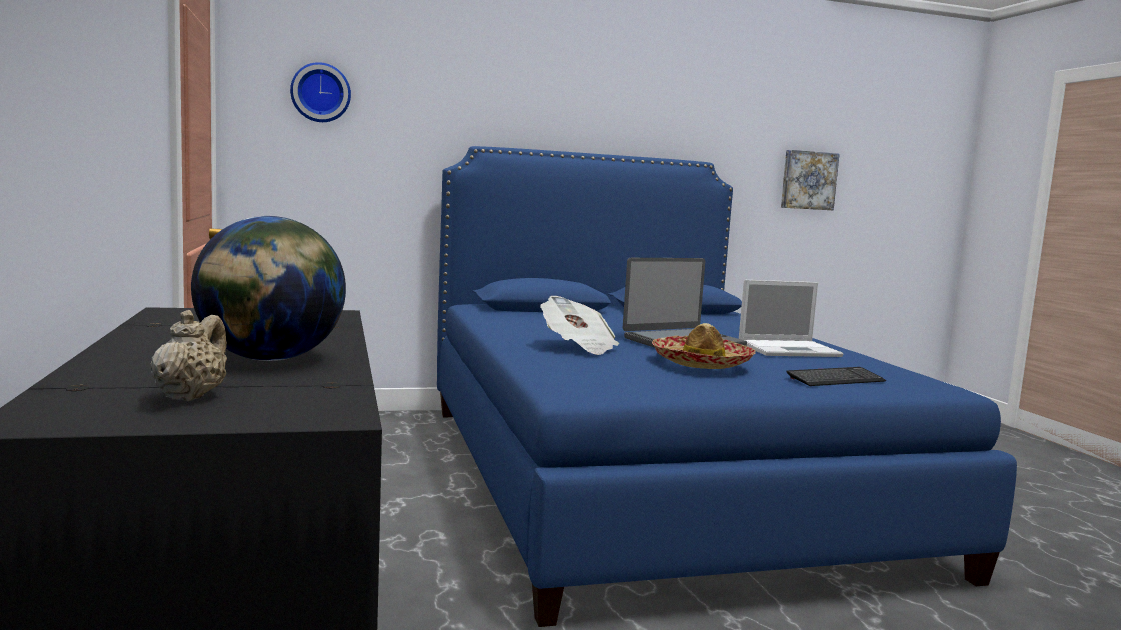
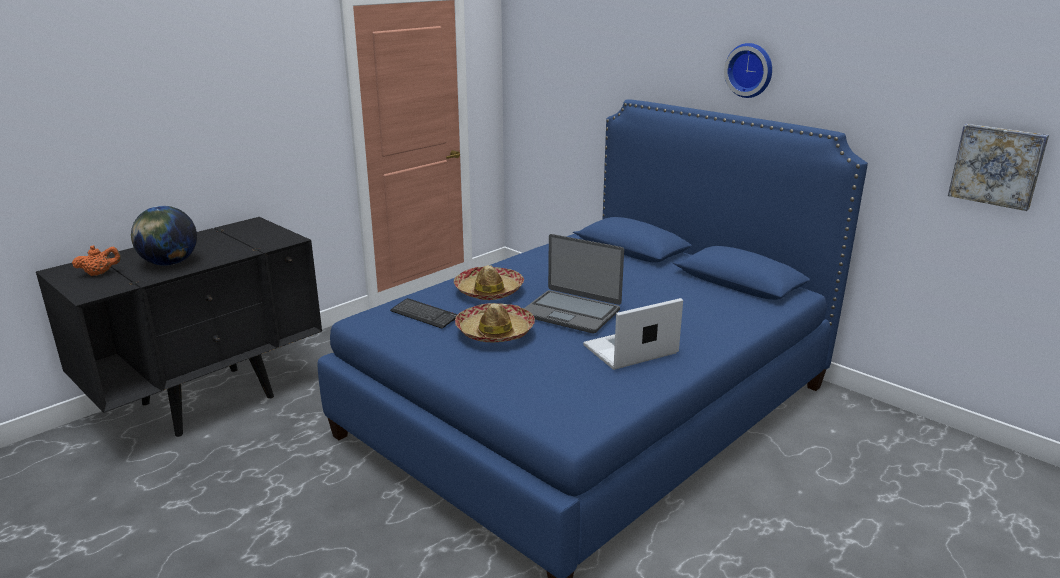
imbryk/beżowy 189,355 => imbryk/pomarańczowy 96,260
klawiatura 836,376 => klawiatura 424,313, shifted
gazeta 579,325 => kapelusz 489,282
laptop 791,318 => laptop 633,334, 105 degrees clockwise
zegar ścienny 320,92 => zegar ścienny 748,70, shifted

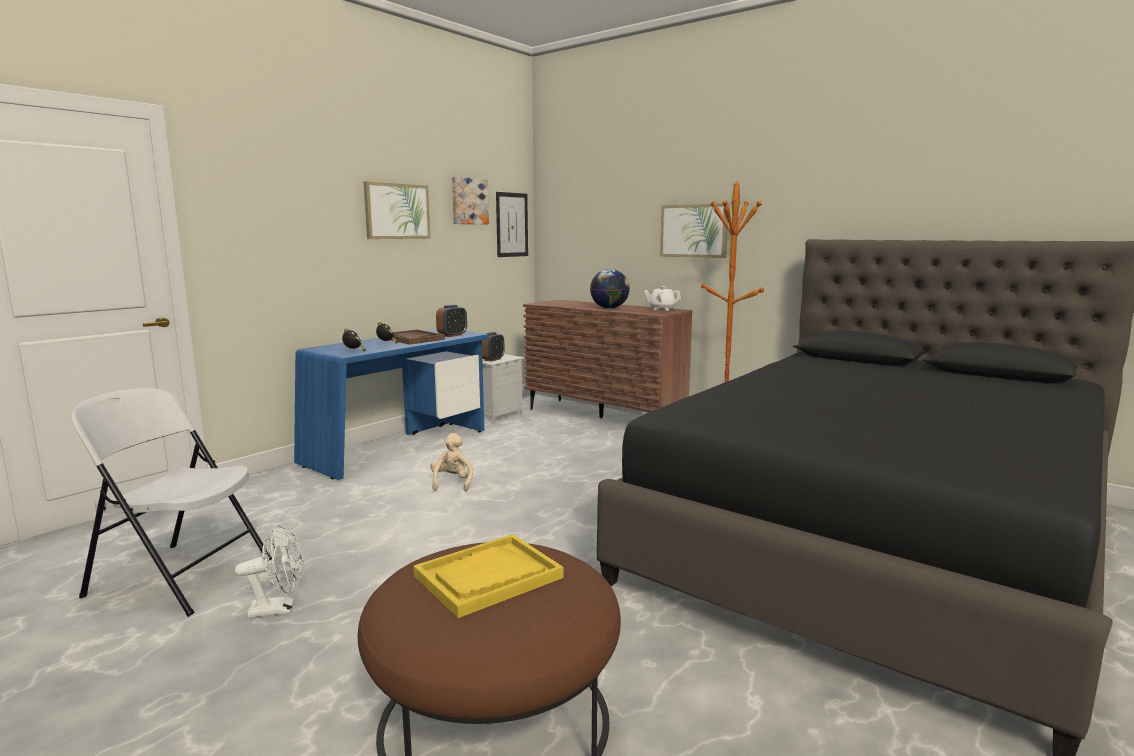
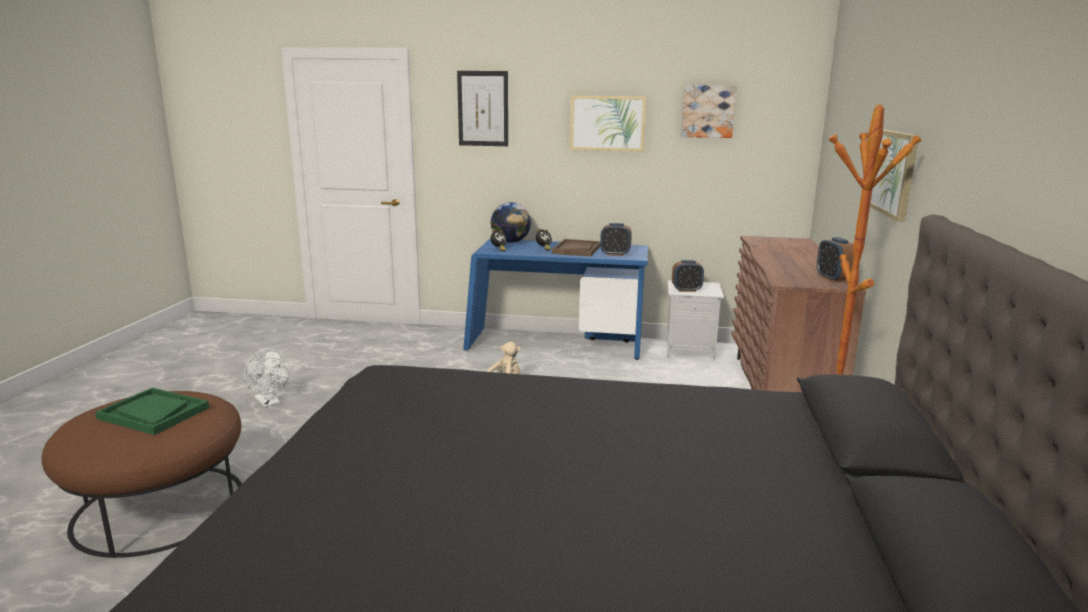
taca/żółty 488,576 => taca/zielony 152,411
obraz 512,224 => obraz 482,108, shifted
globus 610,289 => globus 511,222, shifted
imbryk/biały 662,298 => budzik 835,259
krzesło/biały 171,502 => nothing

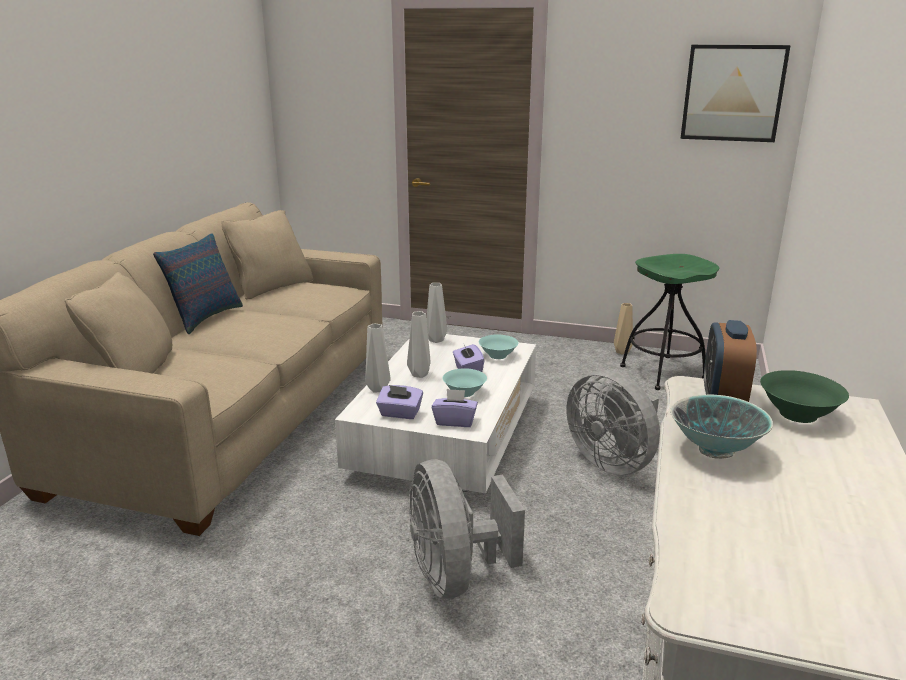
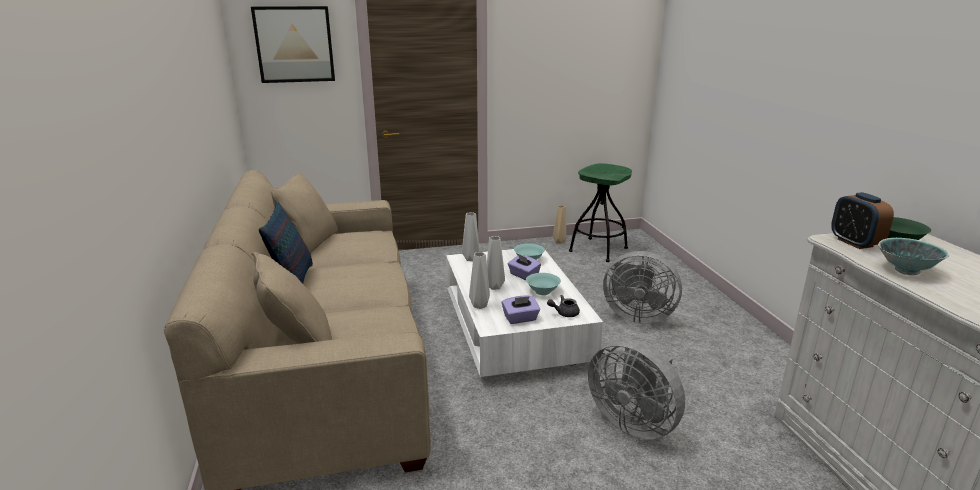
obraz 735,93 => obraz 293,44, shifted
pudełko chusteczek/fioletowy 455,408 => imbryk/szary 563,306

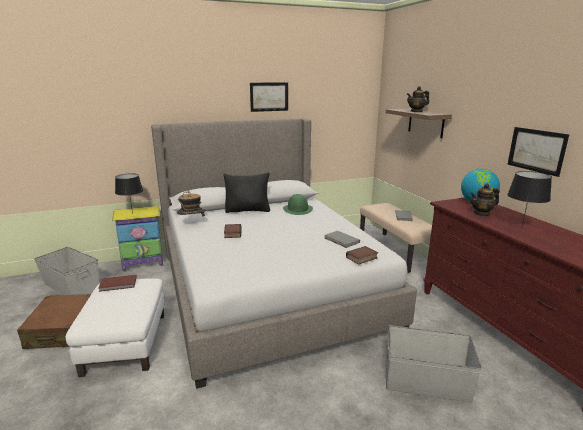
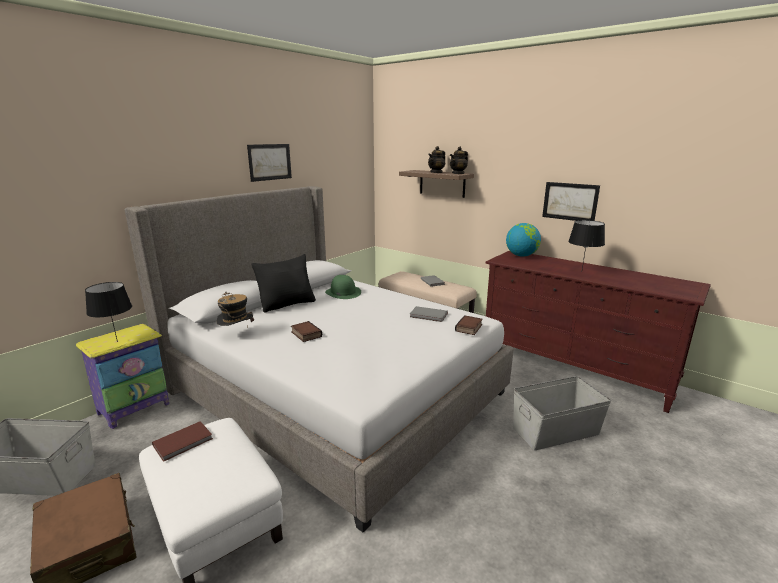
imbryk 485,200 => imbryk 459,160, shifted

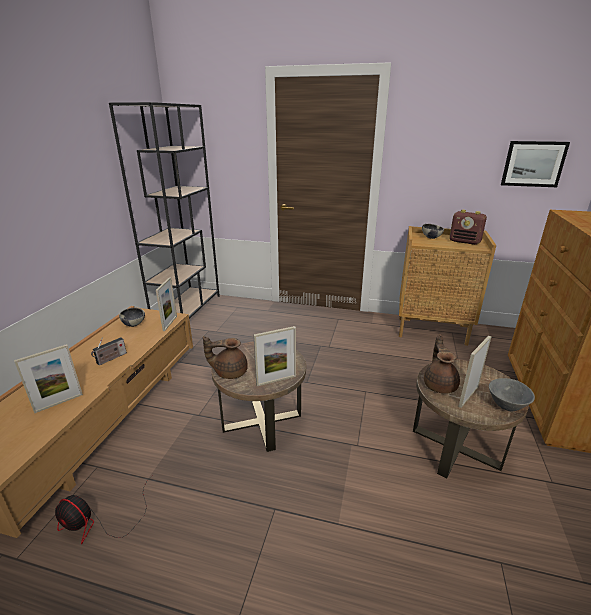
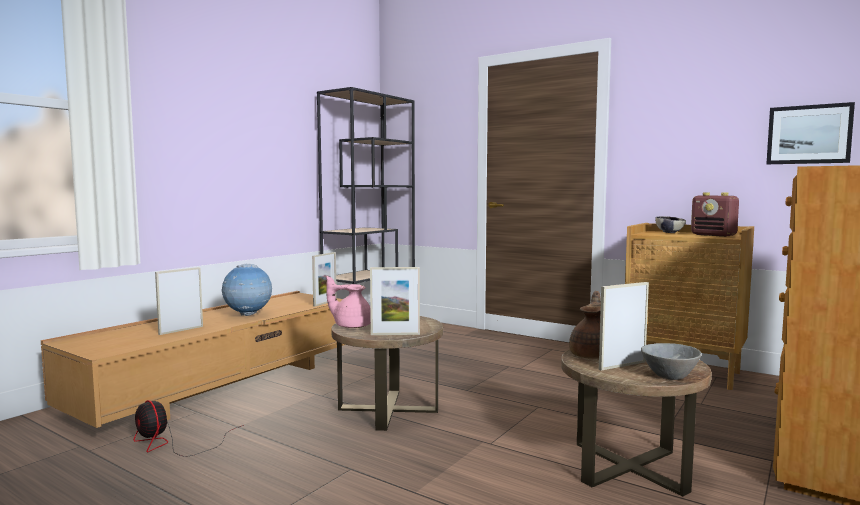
ramka na zdjęcie 48,378 => ramka na zdjęcie 179,301, 150 degrees clockwise
radio 109,351 => globus 246,290
imbryk/brązowy 225,357 => imbryk/różowy 348,302
miska 132,317 => nothing

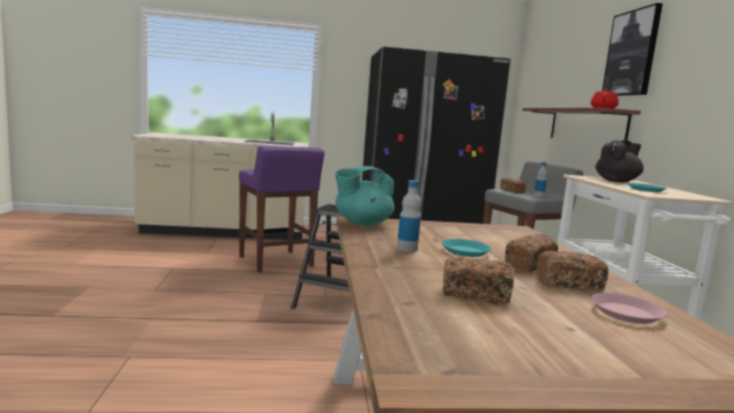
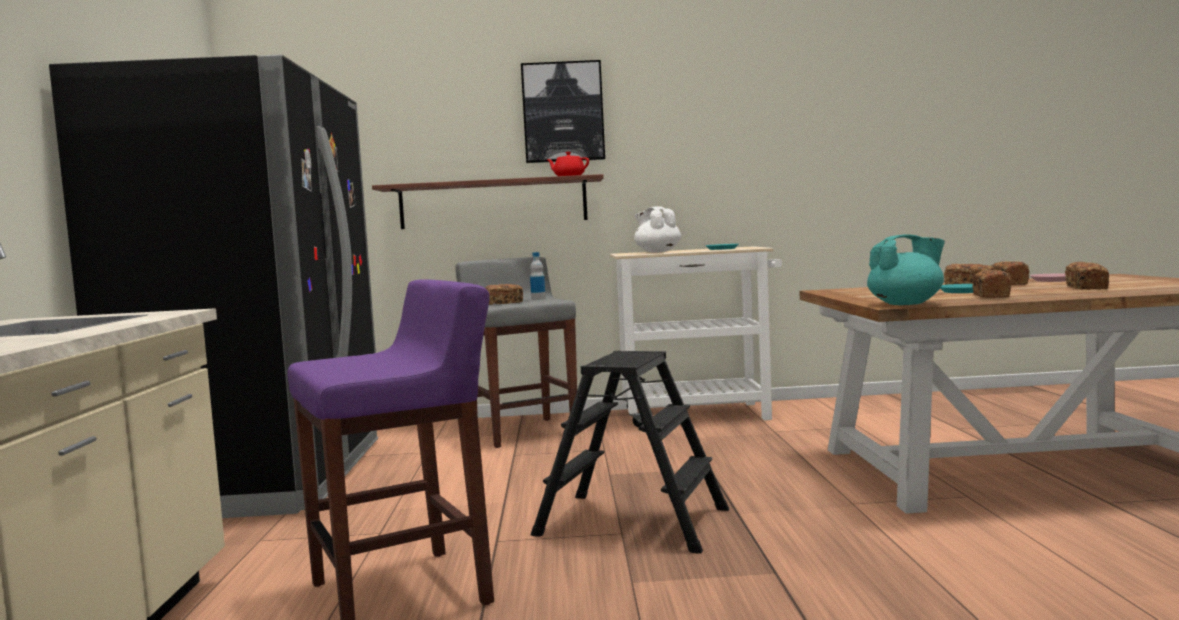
imbryk/czarny 619,161 => imbryk/biały 657,229
imbryk/turkusowy 365,196 => imbryk/turkusowy 906,270, 75 degrees counterclockwise
butelka 409,216 => chleb 991,284

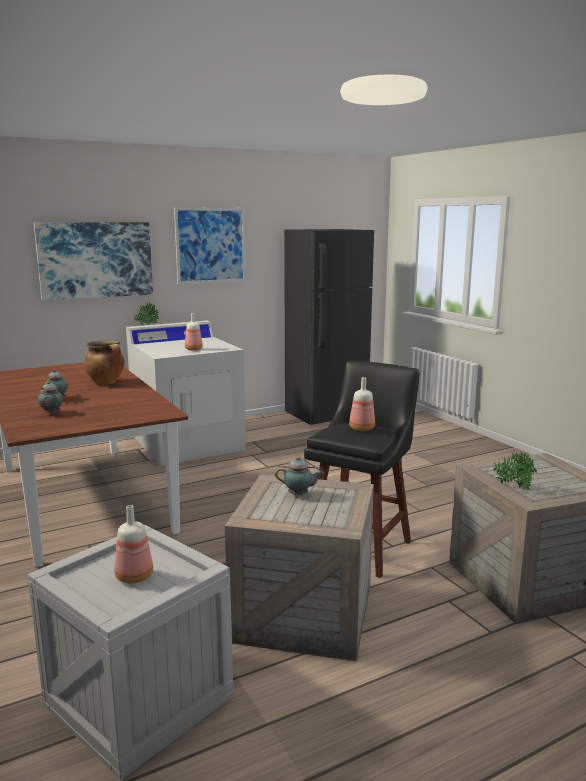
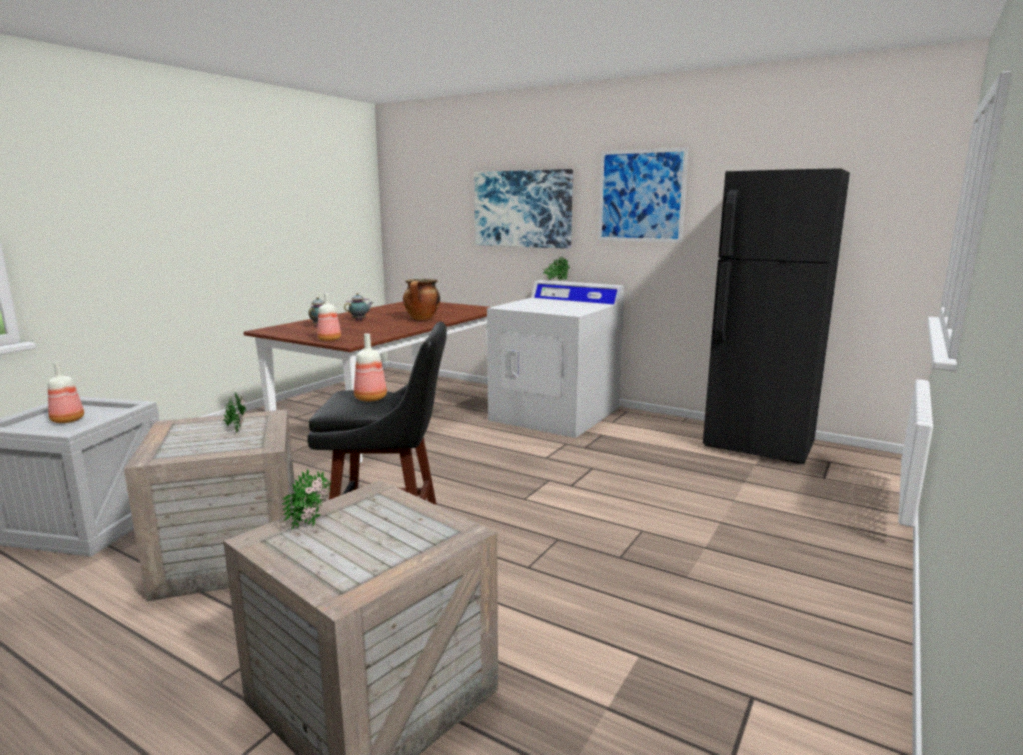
imbryk 299,475 => roślina doniczkowa 234,412
butelka 194,332 => butelka 329,317, shifted

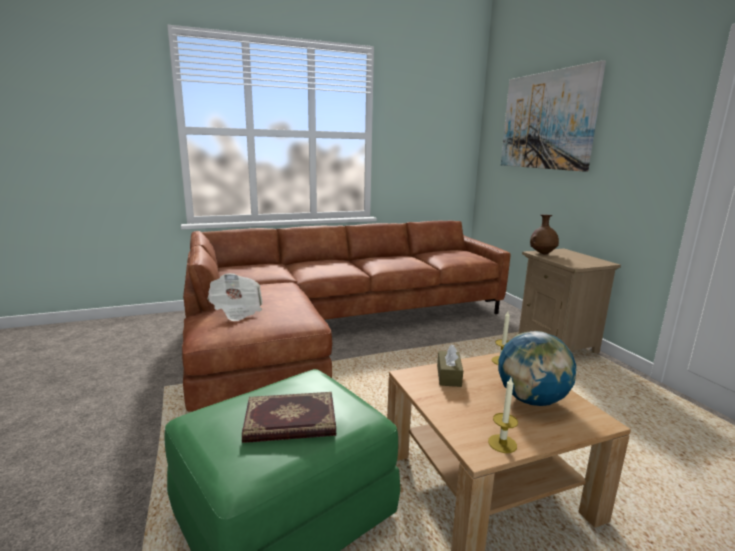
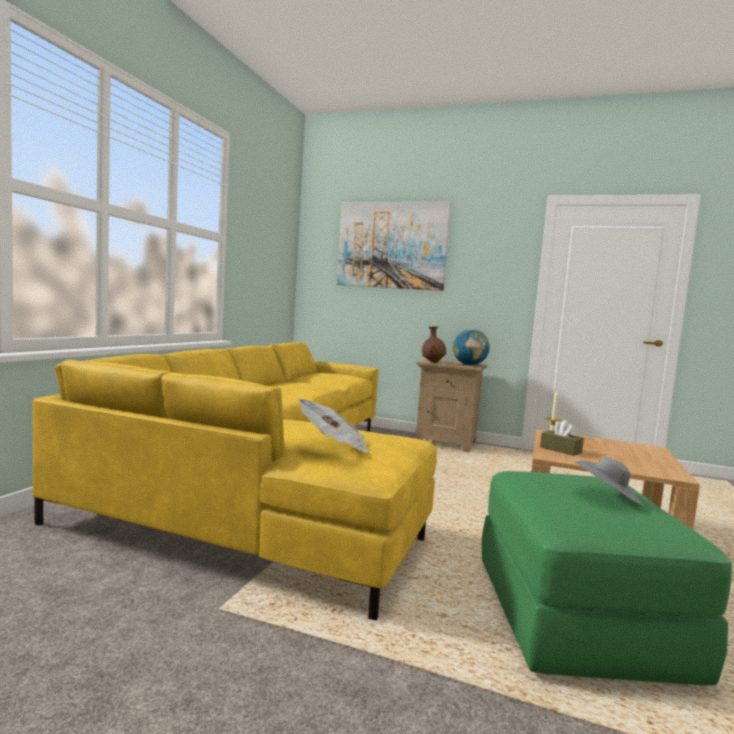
kanapa/brązowy 346,316 => kanapa/żółty 234,481
globus 537,368 => globus 471,347, shifted
książka 289,417 => kapelusz/szary 609,482
świeca 503,415 => nothing

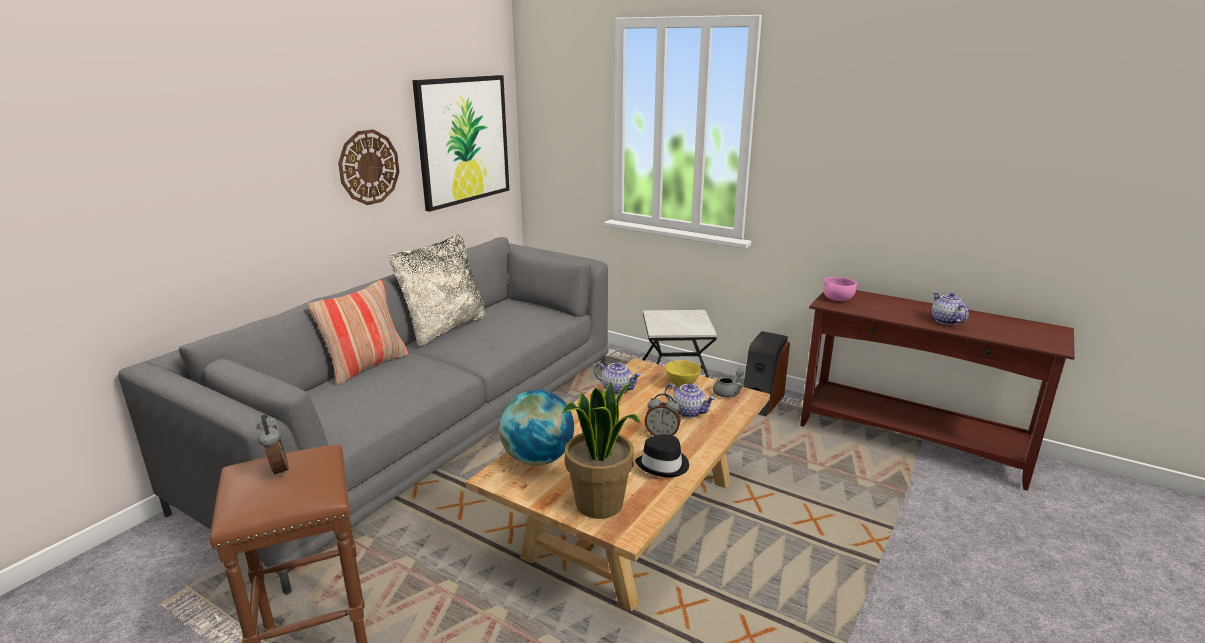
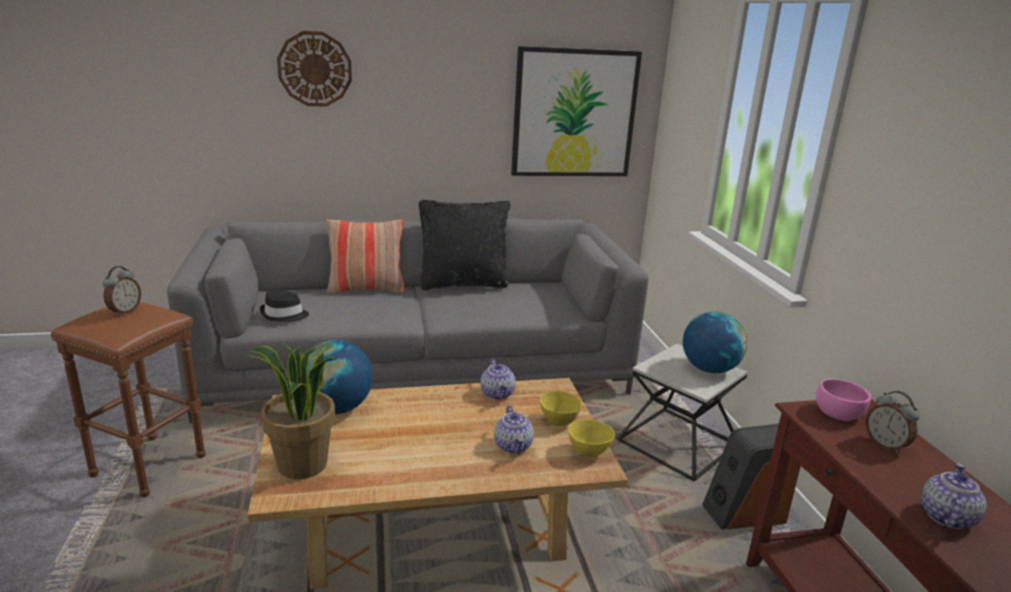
kapelusz/czarny 662,455 => kapelusz/czarny 284,306, shifted
zegar ścienny 368,167 => zegar ścienny 314,69, shifted
poduszka/beżowy 437,290 => poduszka/czarny 464,245
imbryk/szary 729,383 => miska/żółty 591,438
nothing => globus 715,342
budzik 663,414 => budzik 892,422, shifted

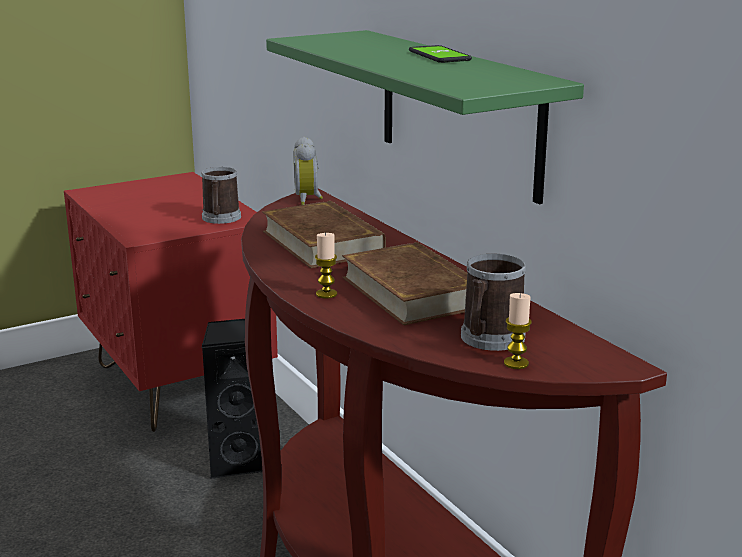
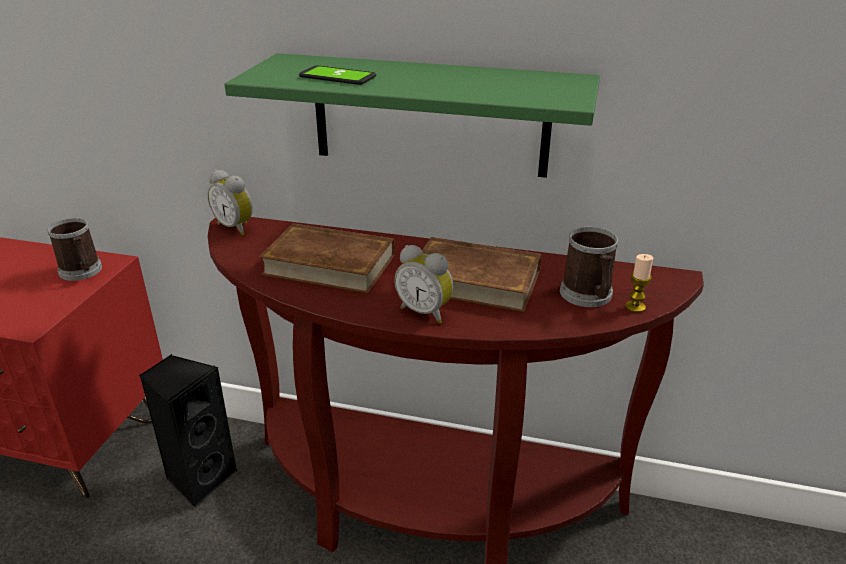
telefon 440,54 => telefon 337,75, shifted
świeca 326,265 => budzik 423,284

